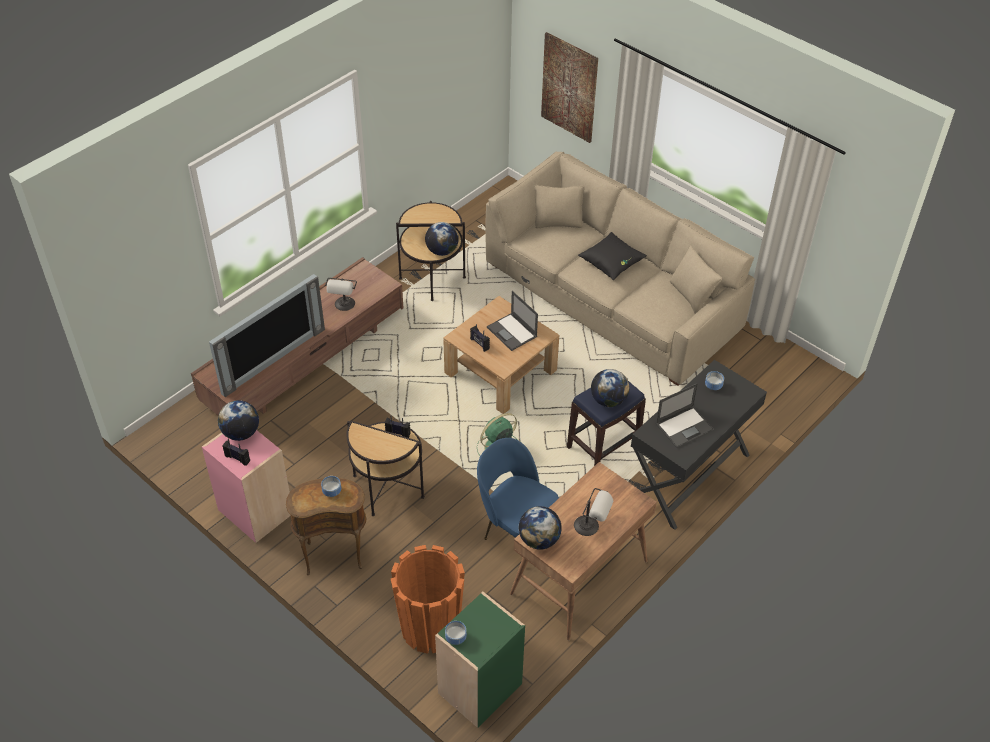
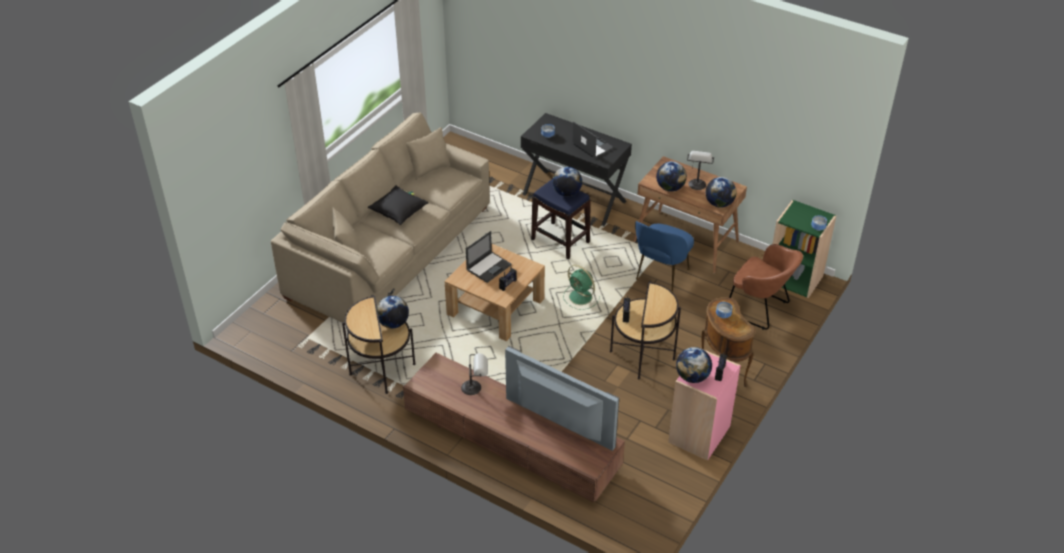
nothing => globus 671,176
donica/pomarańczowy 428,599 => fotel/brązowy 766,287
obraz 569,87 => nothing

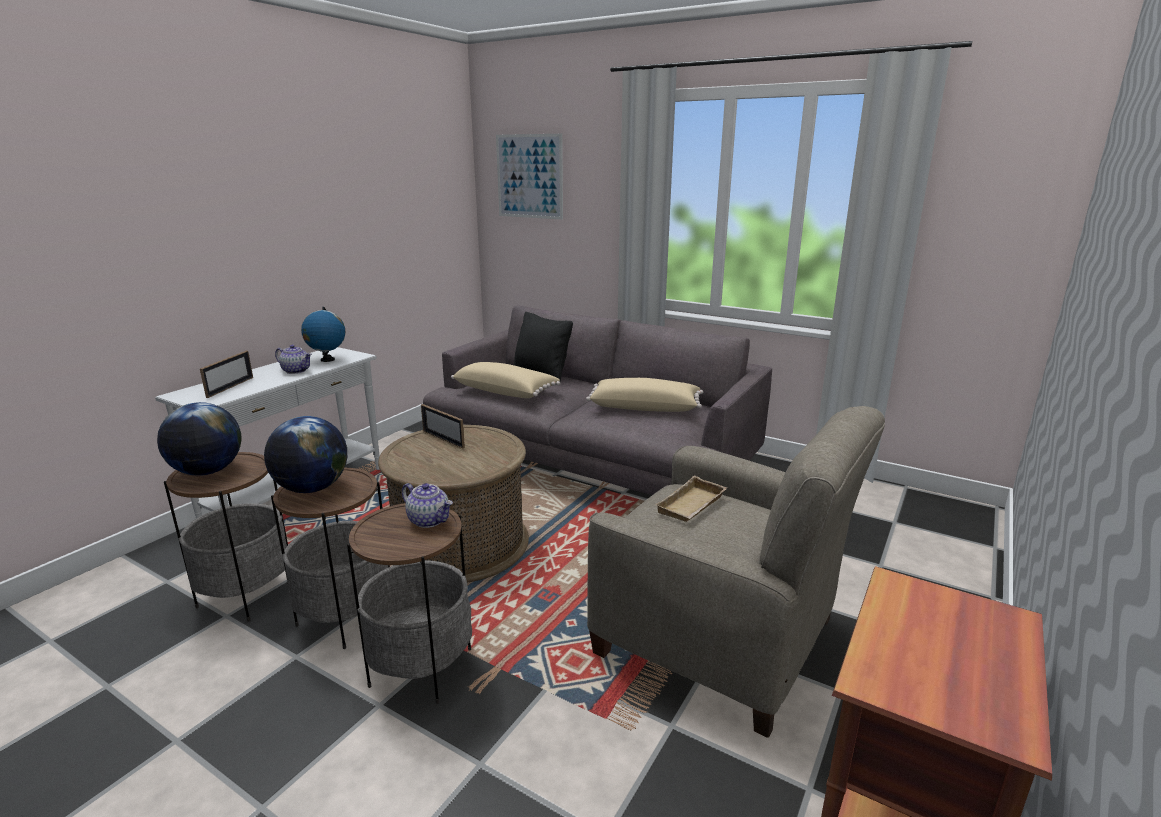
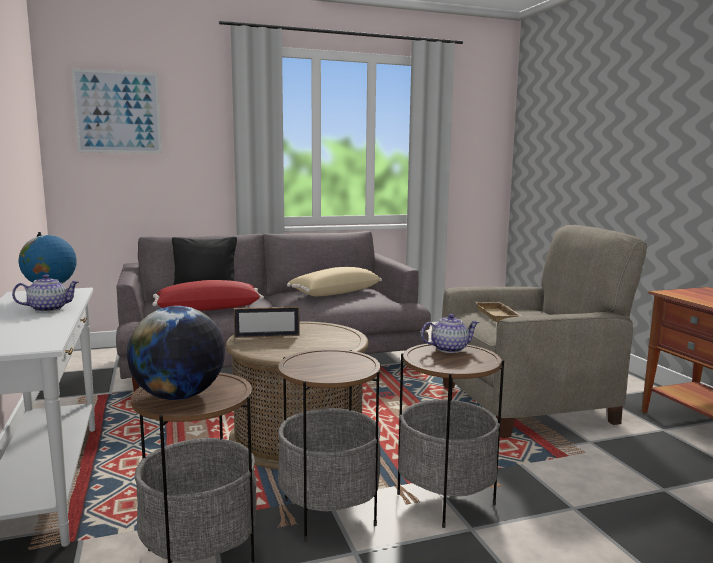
poduszka/beżowy 506,380 => poduszka/czerwony 208,295
ramka na zdjęcie 226,374 => nothing
globus 305,454 => nothing

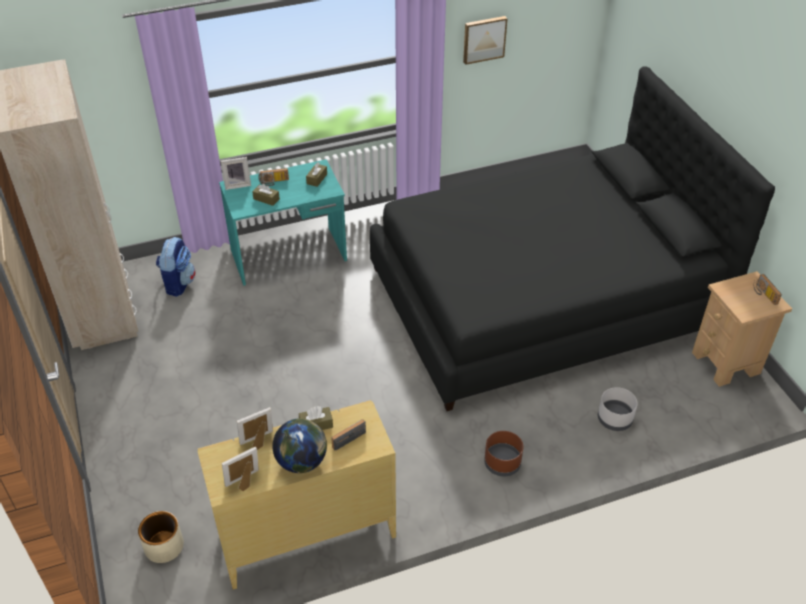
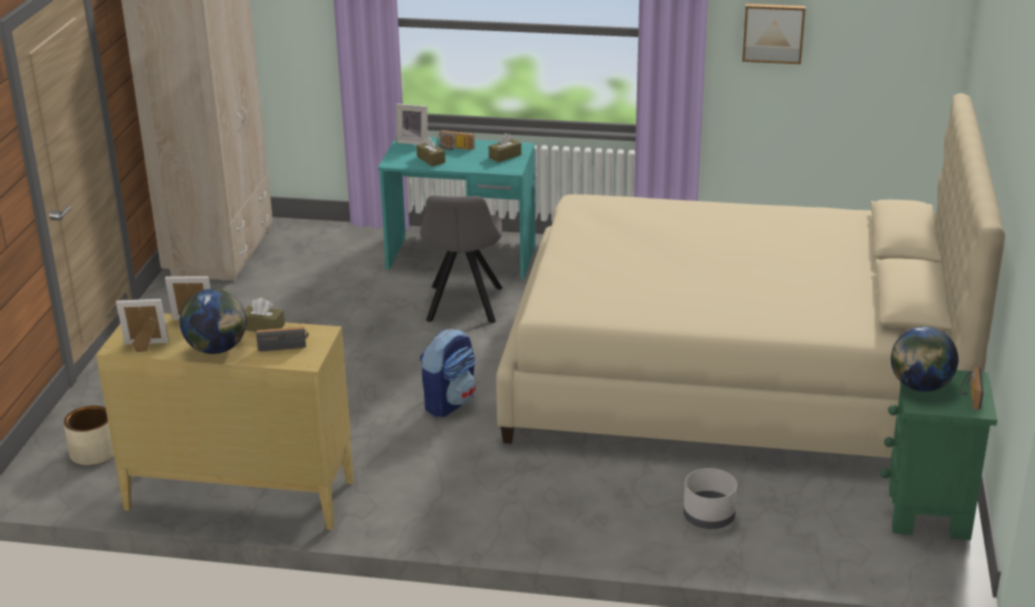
nothing => krzesło/szary 461,259
plecak 176,267 => plecak 448,373, shifted
łóżko/czarny 572,238 => łóżko/beżowy 750,275
szafka nocna/beżowy 742,329 => szafka nocna/zielony 938,455
nothing => globus 924,359
donica/brązowy 503,453 => nothing

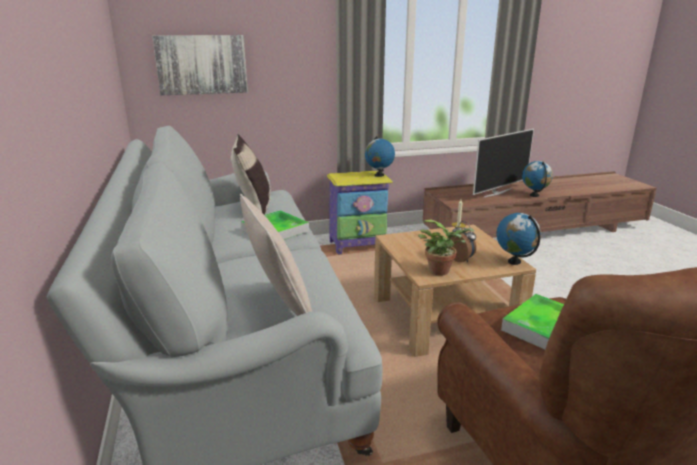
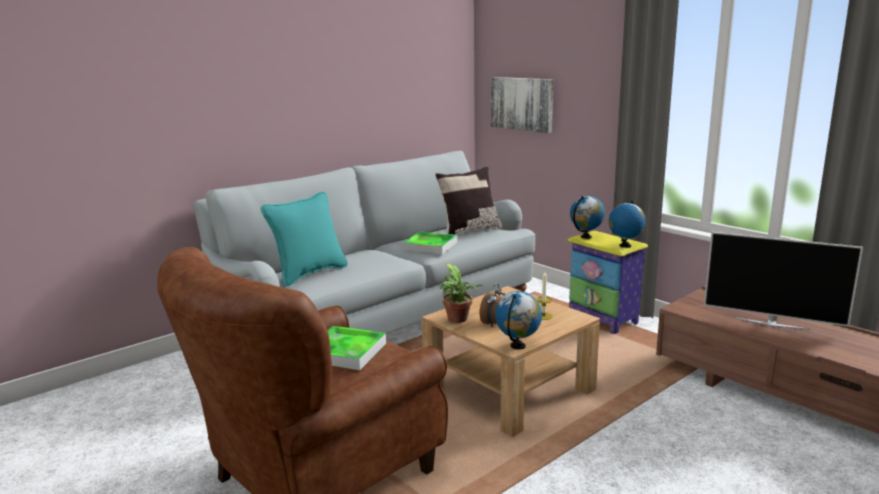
poduszka/beżowy 276,255 => poduszka/turkusowy 304,239
globus 537,179 => globus 587,217, shifted

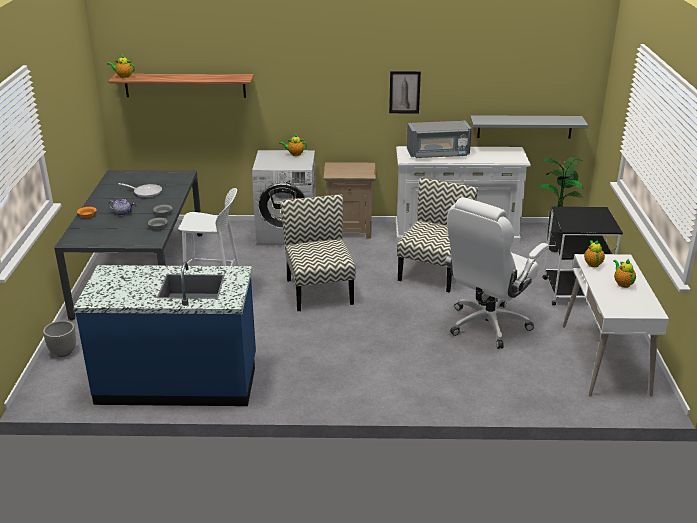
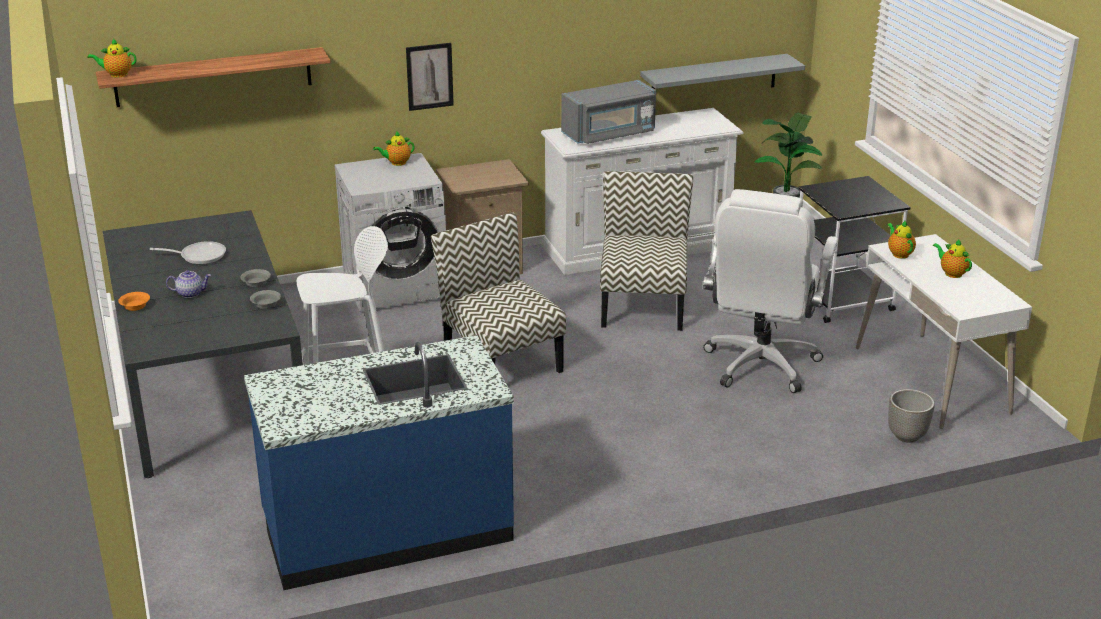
obraz 405,92 => obraz 430,77, shifted
donica 59,338 => donica 911,416, shifted

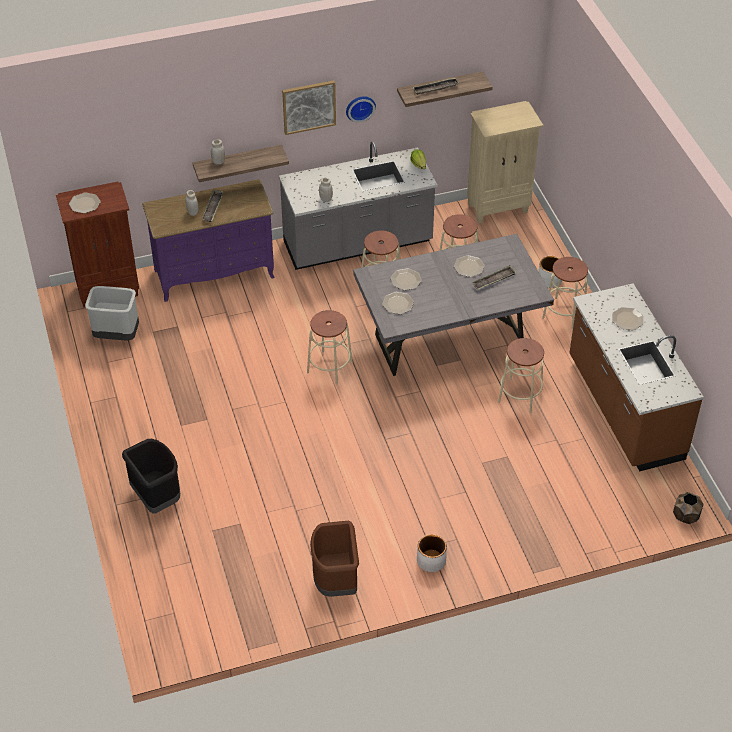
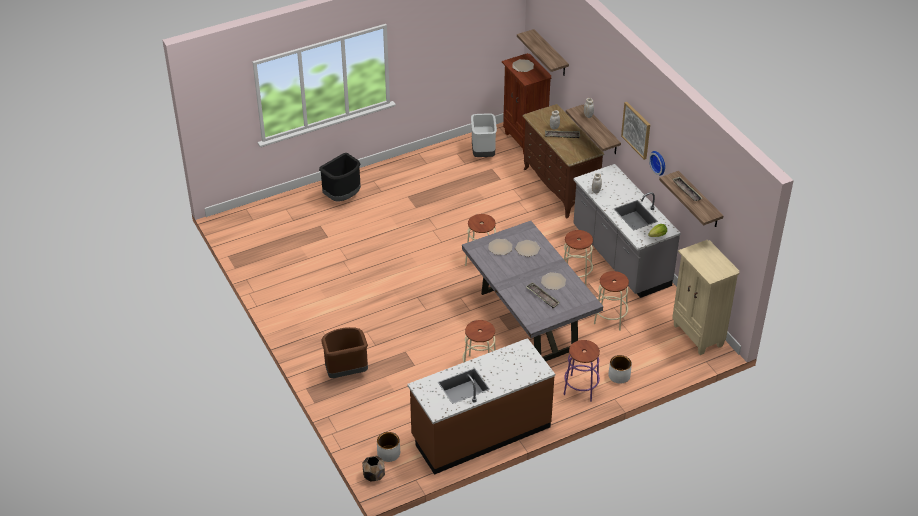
kosz na śmieci/brązowy 334,559 => kosz na śmieci/brązowy 344,352, shifted
donica/biały 432,553 => donica/biały 388,447, shifted
nothing => półka 543,52
komoda/fioletowy 208,240 => komoda/brązowy 563,161
stołek/beżowy 565,293 => stołek/fioletowy 581,371
talerz 627,318 => nothing

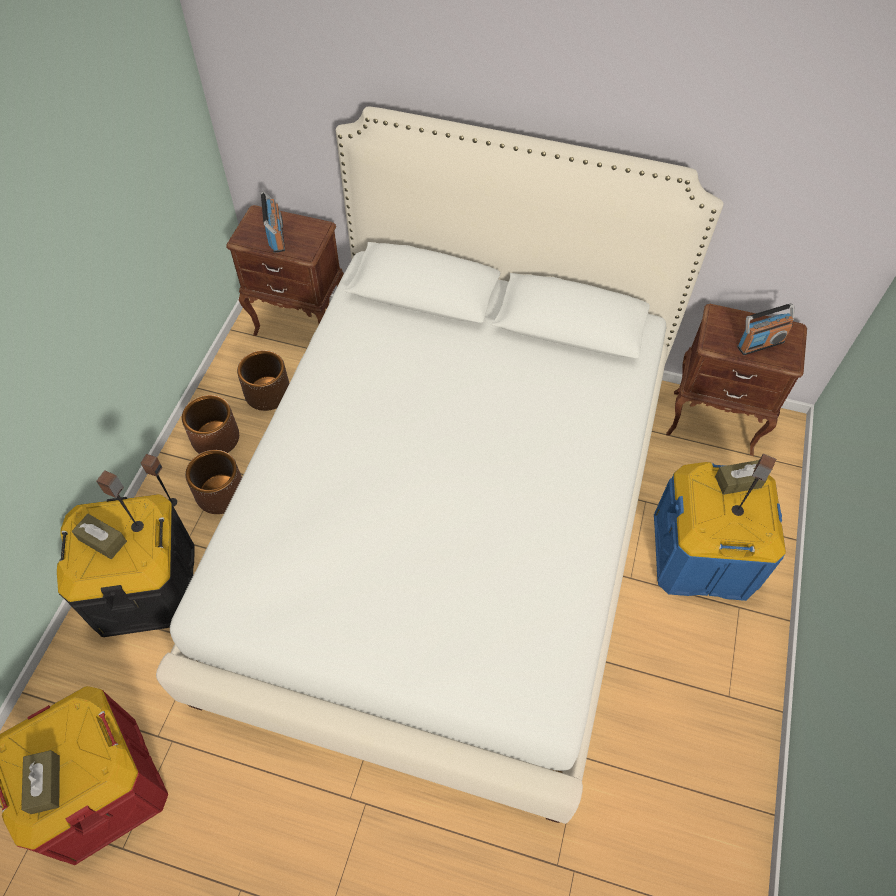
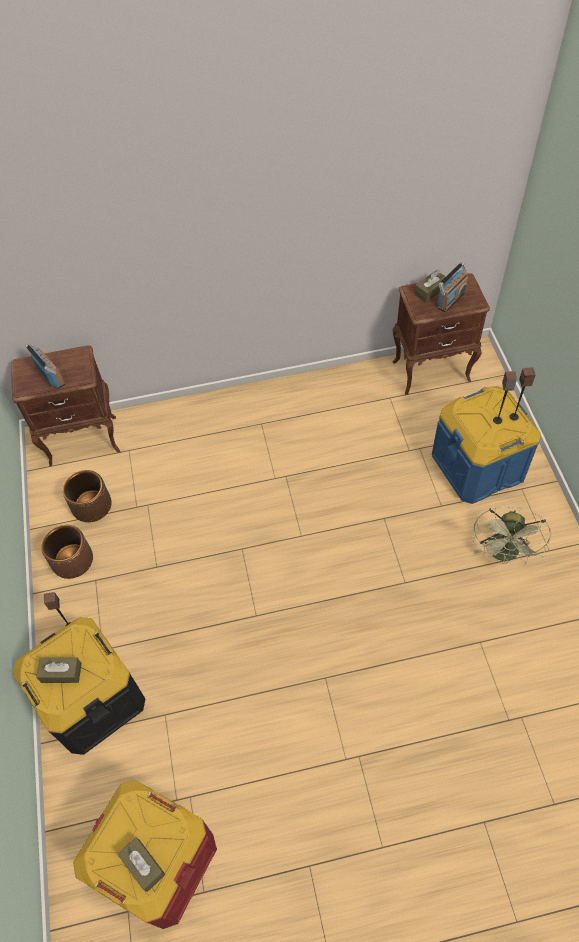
pudełko chusteczek/brązowy 741,477 => pudełko chusteczek/brązowy 431,286, shifted
nothing => wentylator/zielony 512,536
głośnik 120,501 => głośnik 522,394, shifted
łóżko/biały 440,465 => nothing
donica/brązowy 213,482 => nothing

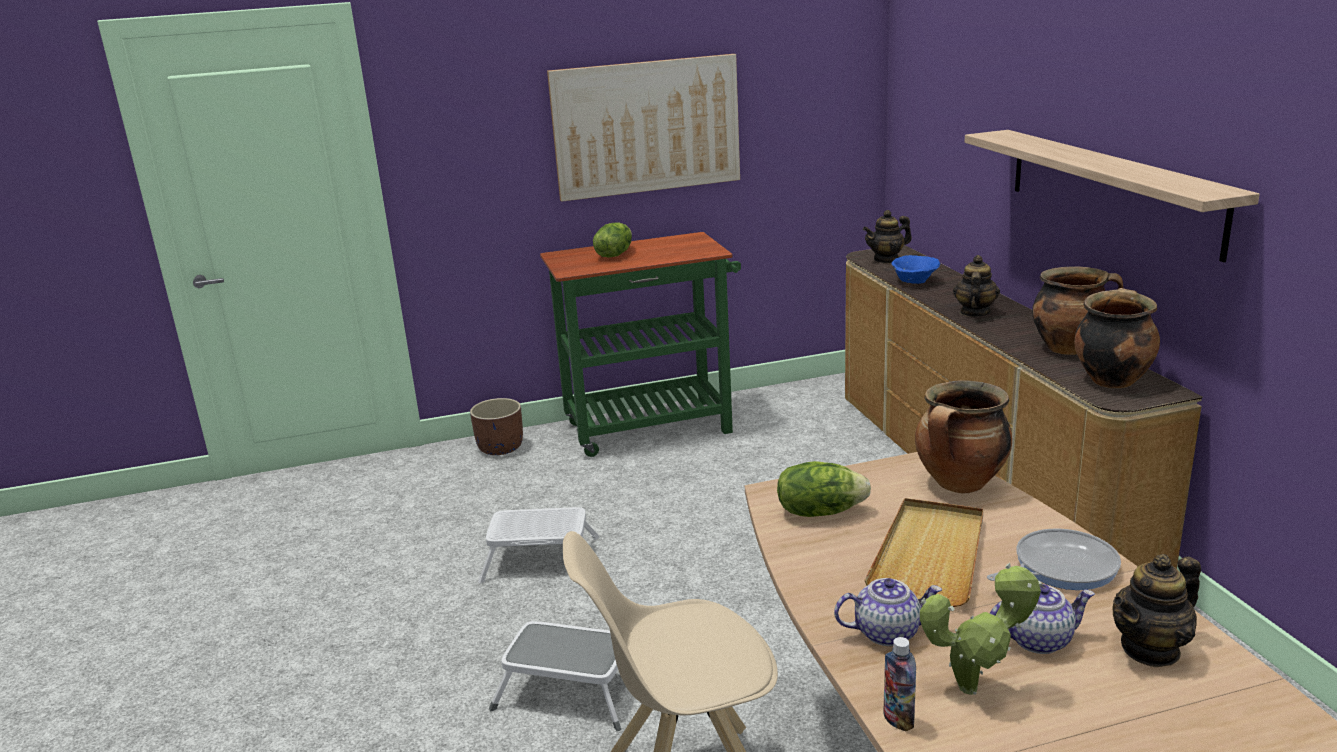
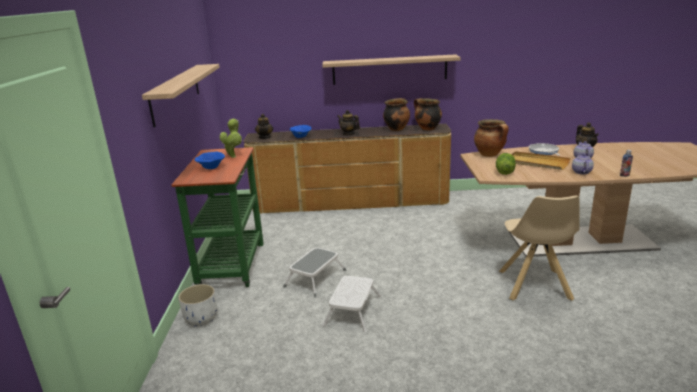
obraz 643,128 => półka 181,95
donica/brązowy 496,426 => donica/biały 197,305
sałata 612,239 => miska/niebieski 210,160
roślina doniczkowa 981,629 => roślina doniczkowa 231,138, shifted
drabinka/szary 555,676 => drabinka/szary 314,272, shifted

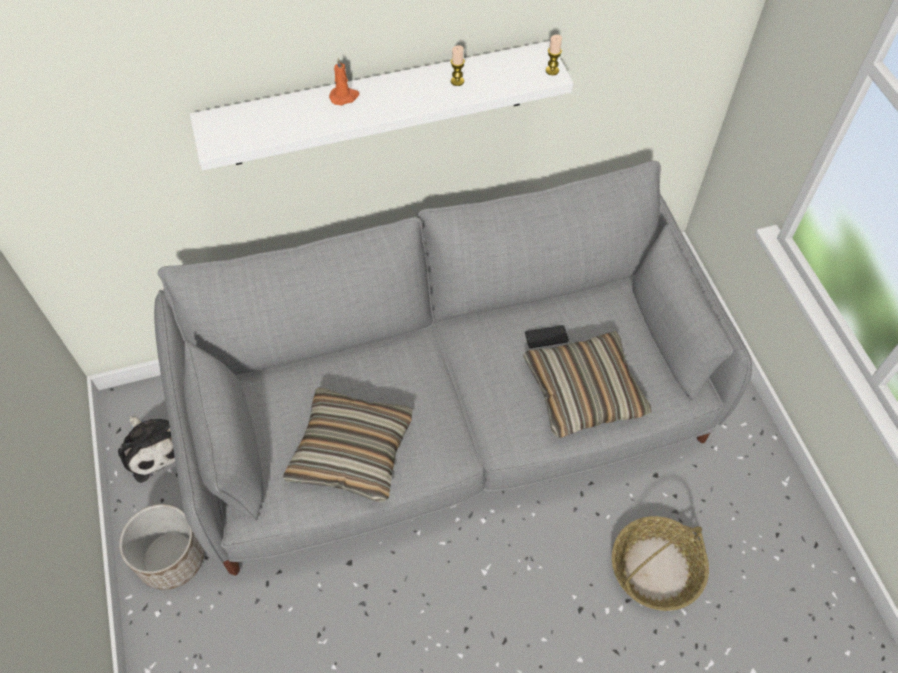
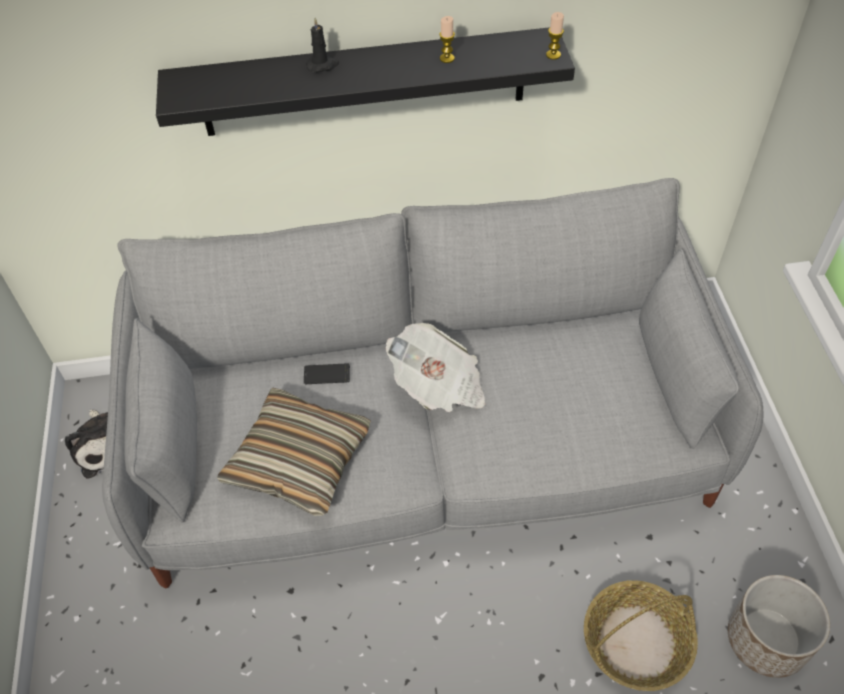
półka/biały 381,106 => półka/czarny 365,81
telefon 547,336 => telefon 327,373, shifted
świeca/pomarańczowy 344,81 => świeca/czarny 322,45
nothing => gazeta 435,367
donica 161,547 => donica 779,626, shifted
poduszka 587,384 => nothing

